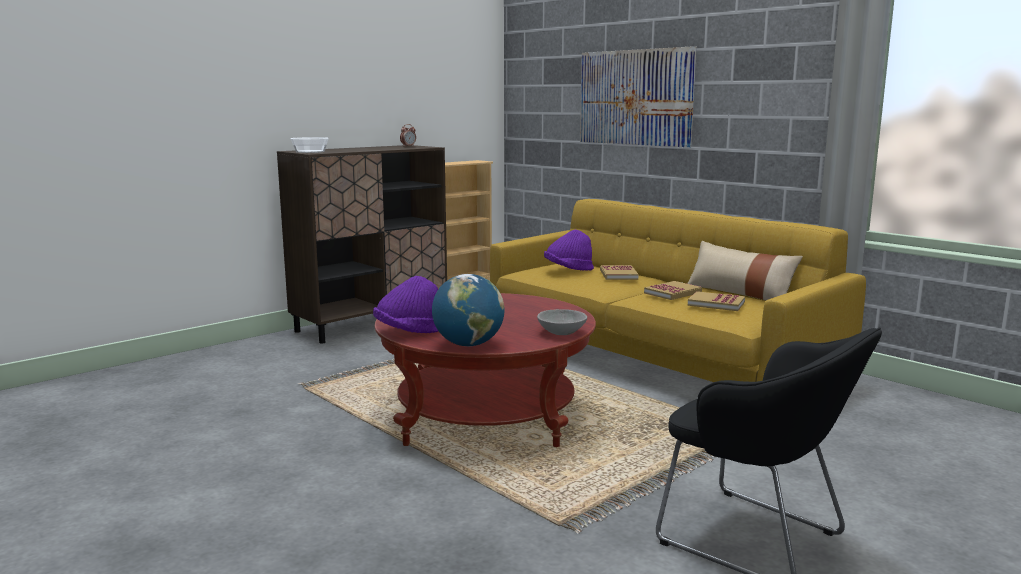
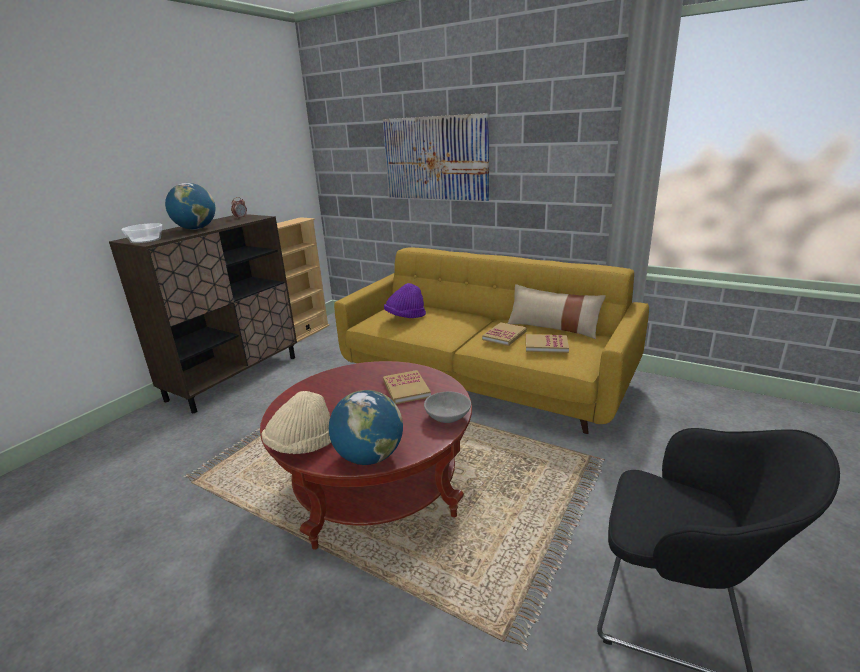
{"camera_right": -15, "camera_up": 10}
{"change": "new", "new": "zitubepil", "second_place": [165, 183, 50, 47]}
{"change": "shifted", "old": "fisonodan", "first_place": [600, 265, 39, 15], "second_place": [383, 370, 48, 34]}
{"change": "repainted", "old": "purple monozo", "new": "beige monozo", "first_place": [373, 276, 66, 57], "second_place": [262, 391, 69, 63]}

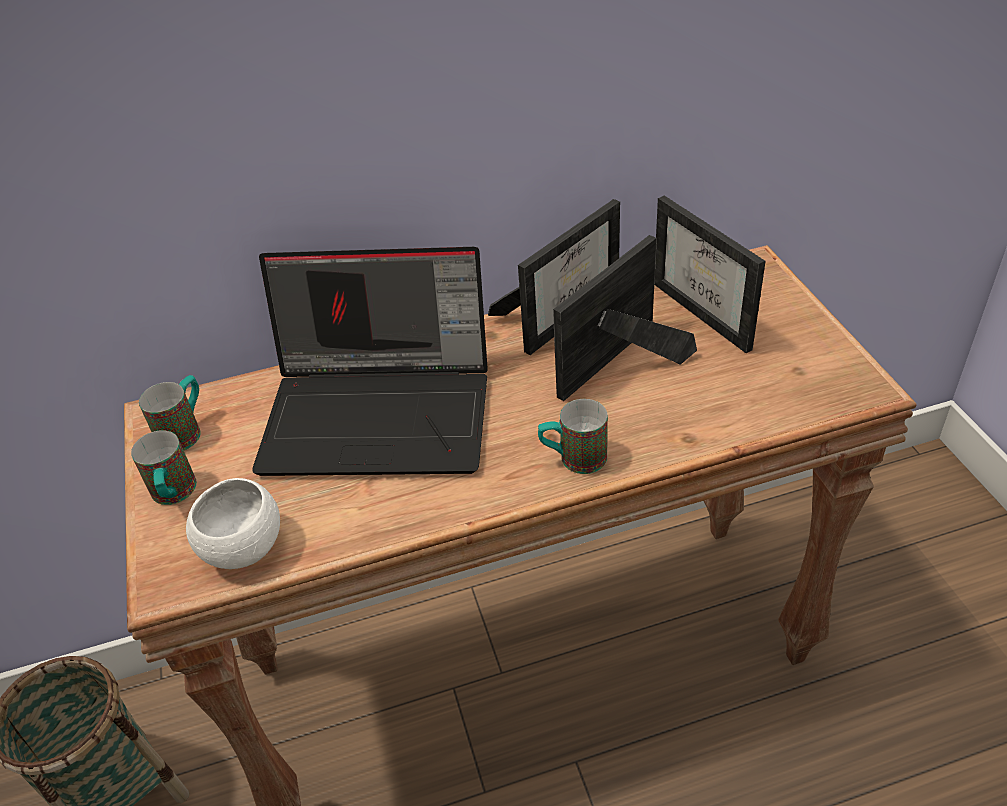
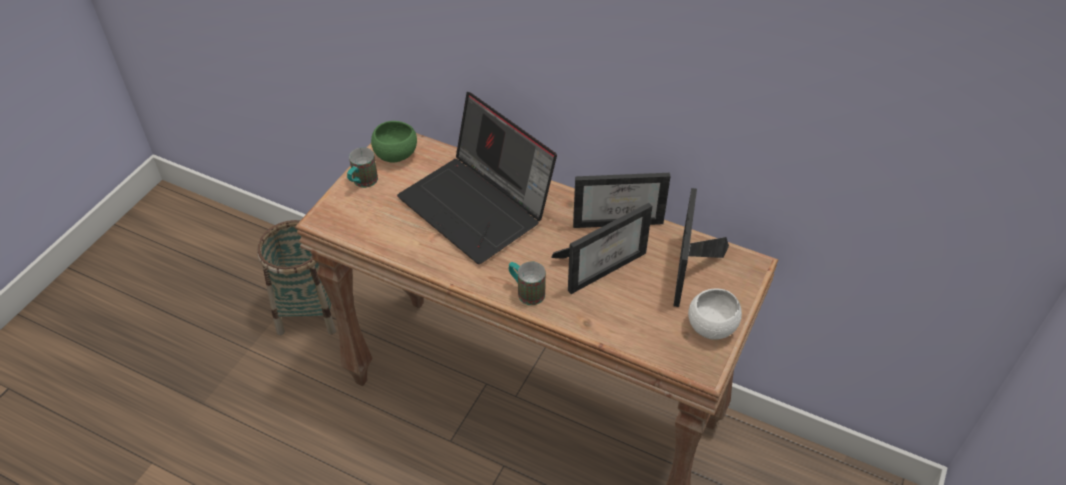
{"camera_right": 40, "camera_up": 5}
{"change": "shifted", "old": "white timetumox", "first_place": [186, 478, 94, 91], "second_place": [688, 289, 54, 51]}
{"change": "swapped", "old": "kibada", "new": "green timetumox", "first_place": [139, 375, 62, 75], "second_place": [371, 121, 46, 42]}
{"change": "rotated", "old": "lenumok", "first_place": [553, 235, 144, 166], "second_place": [552, 203, 100, 91], "degrees": 150}

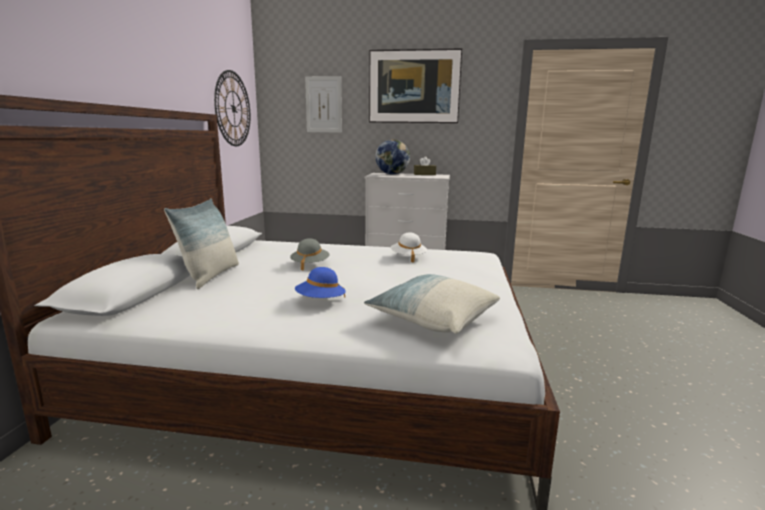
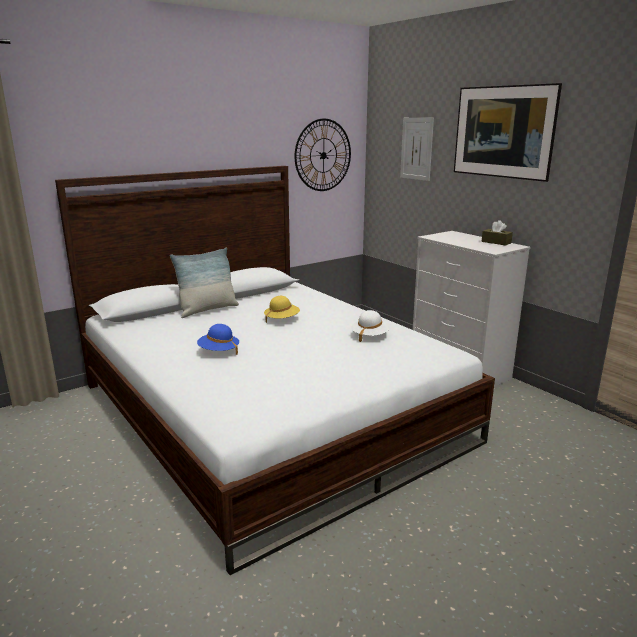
{"camera_right": 45, "camera_up": 5}
{"change": "gone", "old": "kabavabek", "first_place": [364, 274, 136, 60]}
{"change": "gone", "old": "zitubepil", "first_place": [375, 139, 35, 36]}
{"change": "repainted", "old": "grey monozo", "new": "yellow monozo", "first_place": [290, 238, 40, 33], "second_place": [264, 296, 36, 27]}

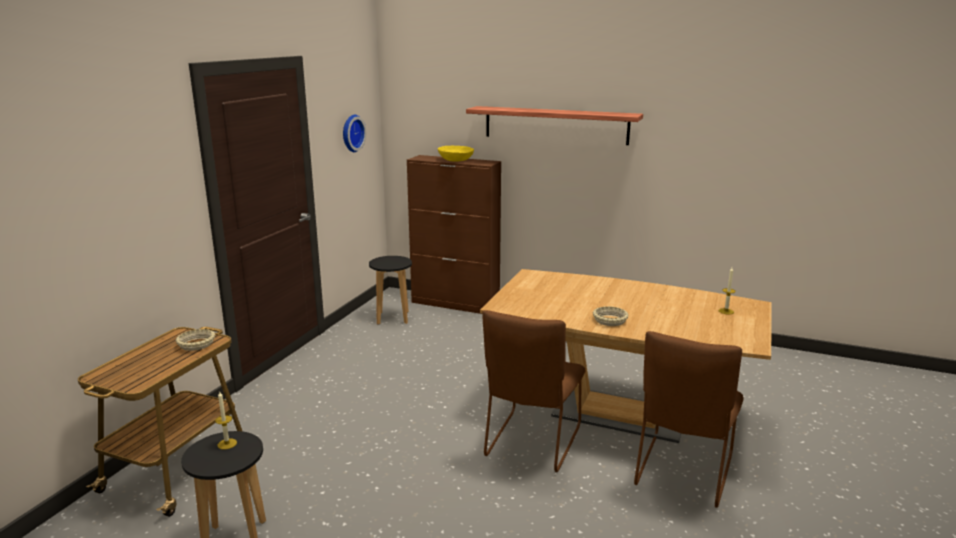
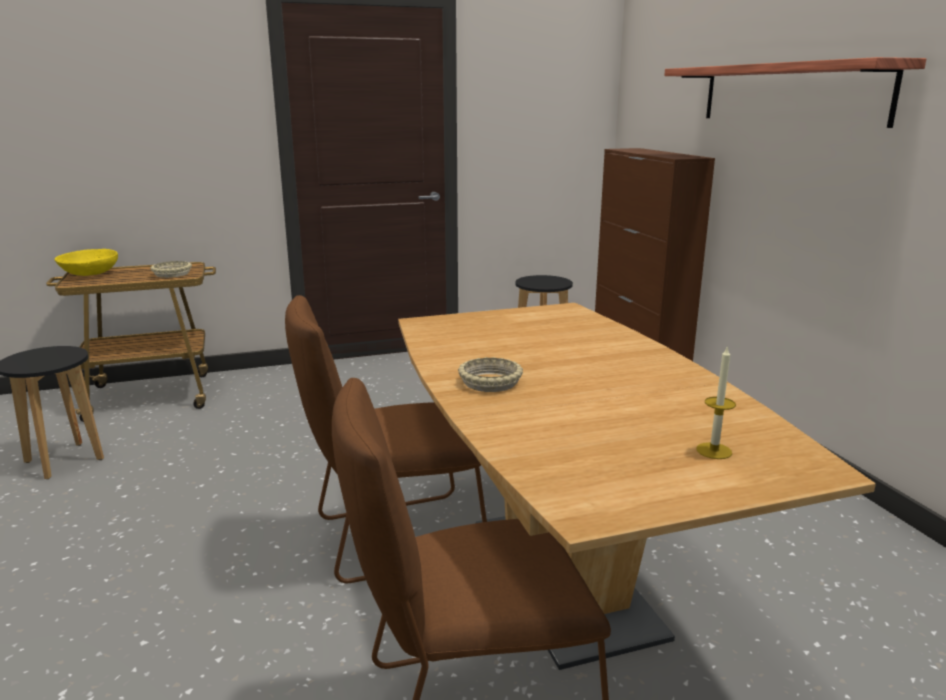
{"camera_right": 50, "camera_up": 0}
{"change": "gone", "old": "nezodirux", "first_place": [215, 392, 22, 58]}
{"change": "gone", "old": "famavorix", "first_place": [343, 115, 23, 37]}
{"change": "shifted", "old": "yellow timetumox", "first_place": [438, 146, 36, 16], "second_place": [54, 249, 64, 27]}

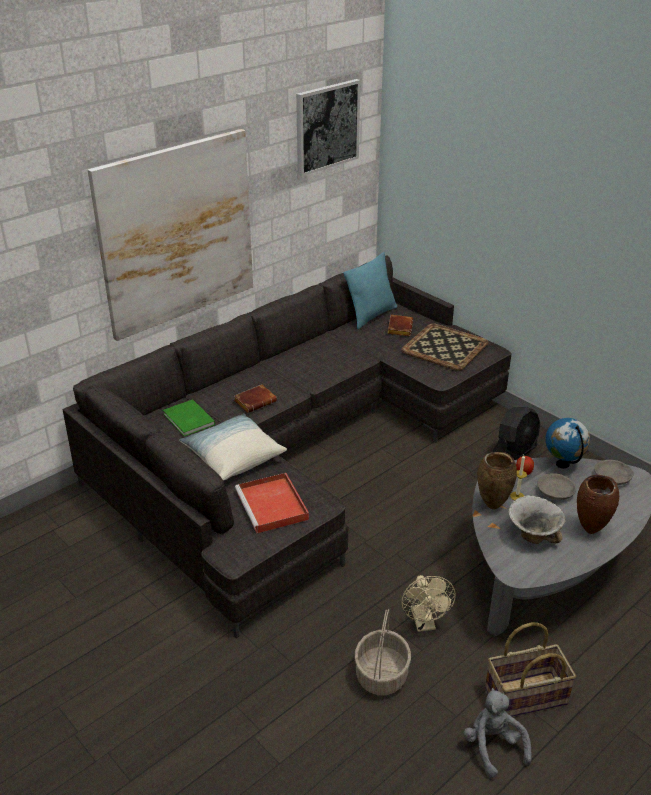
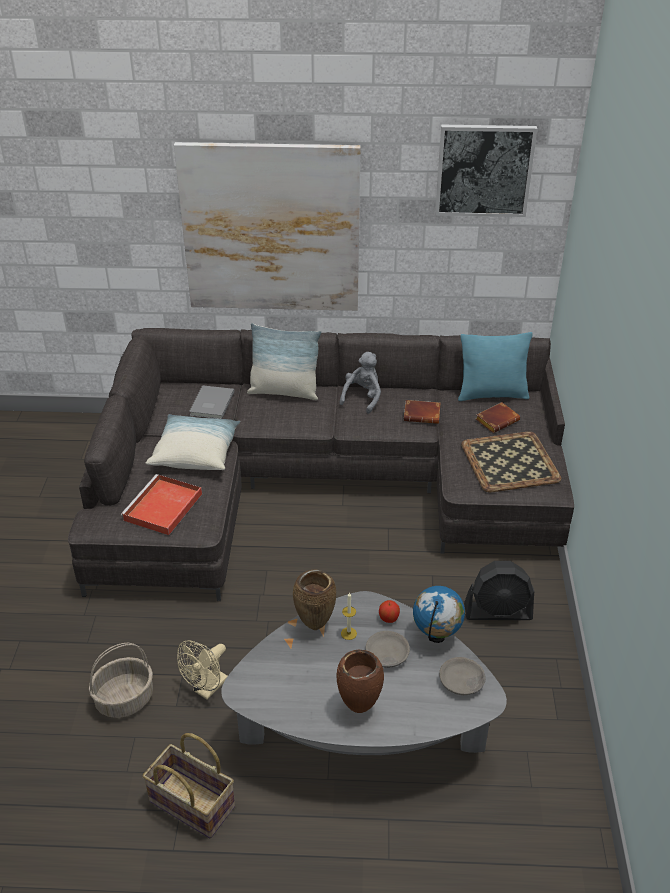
{"camera_right": 45, "camera_up": 5}
{"change": "gone", "old": "timetumox", "first_place": [508, 495, 58, 49]}
{"change": "new", "new": "kabavabek", "second_place": [247, 323, 75, 77]}
{"change": "shifted", "old": "brown fisonodan", "first_place": [234, 385, 43, 28], "second_place": [404, 400, 37, 24]}
{"change": "shifted", "old": "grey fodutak", "first_place": [464, 688, 68, 90], "second_place": [339, 352, 42, 62]}
{"change": "repainted", "old": "green fisonodan", "new": "grey fisonodan", "first_place": [163, 399, 52, 37], "second_place": [189, 385, 46, 34]}

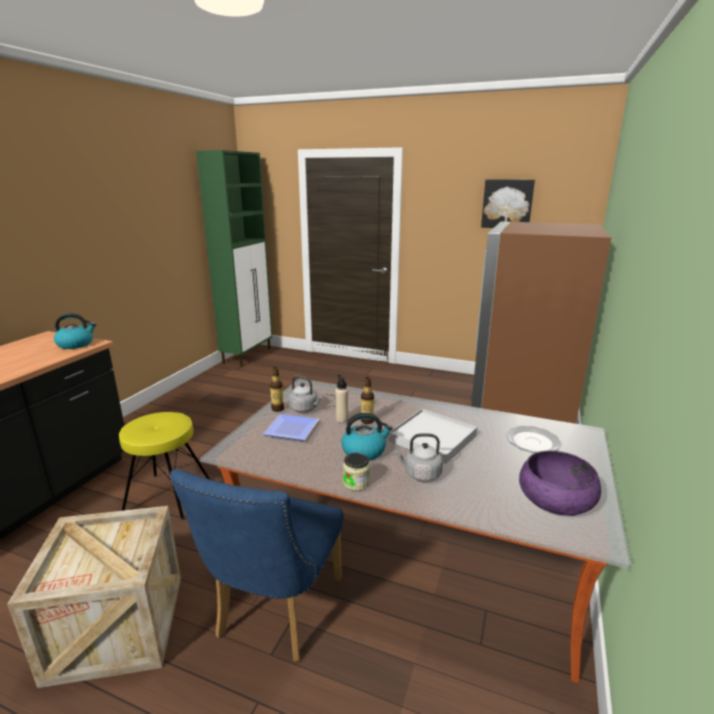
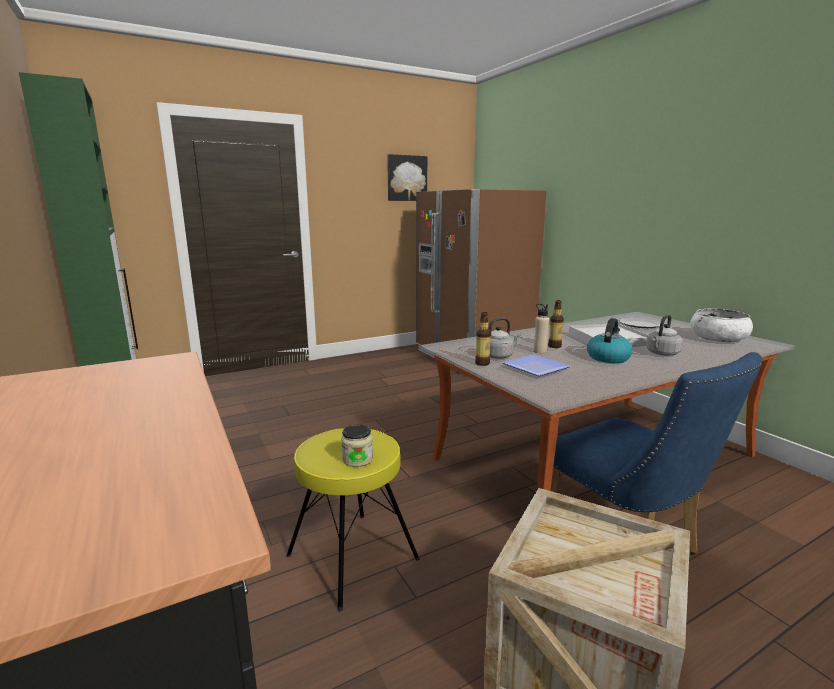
{"camera_right": -50, "camera_up": -5}
{"change": "gone", "old": "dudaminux", "first_place": [54, 313, 42, 36]}
{"change": "shifted", "old": "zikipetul", "first_place": [343, 453, 27, 38], "second_place": [341, 425, 32, 42]}
{"change": "repainted", "old": "purple timetumox", "new": "white timetumox", "first_place": [519, 451, 82, 65], "second_place": [690, 309, 63, 33]}

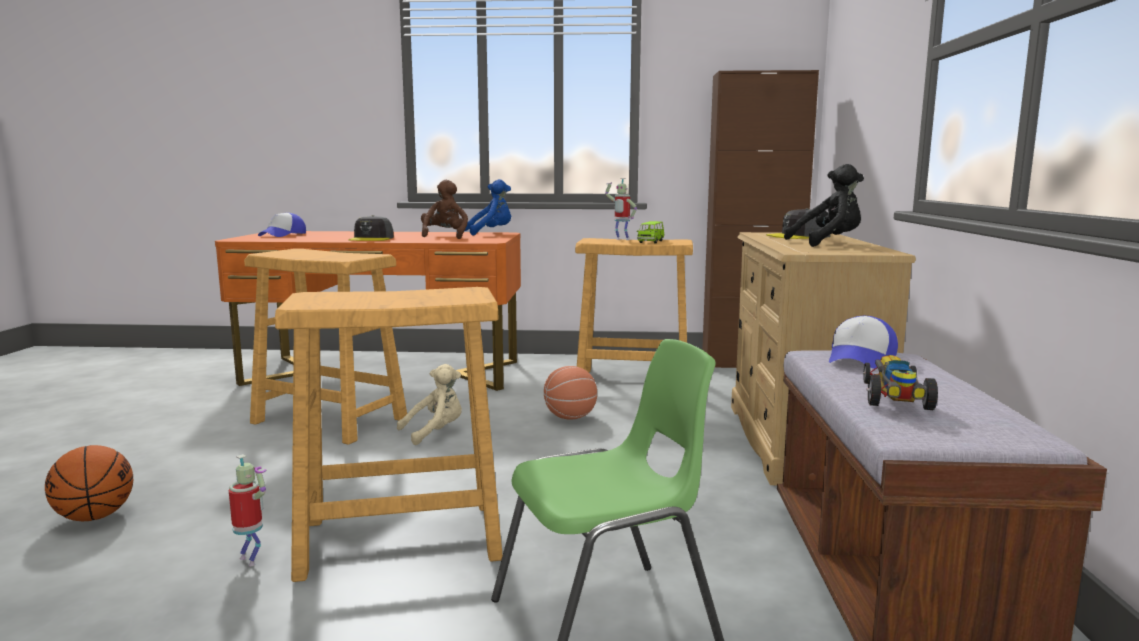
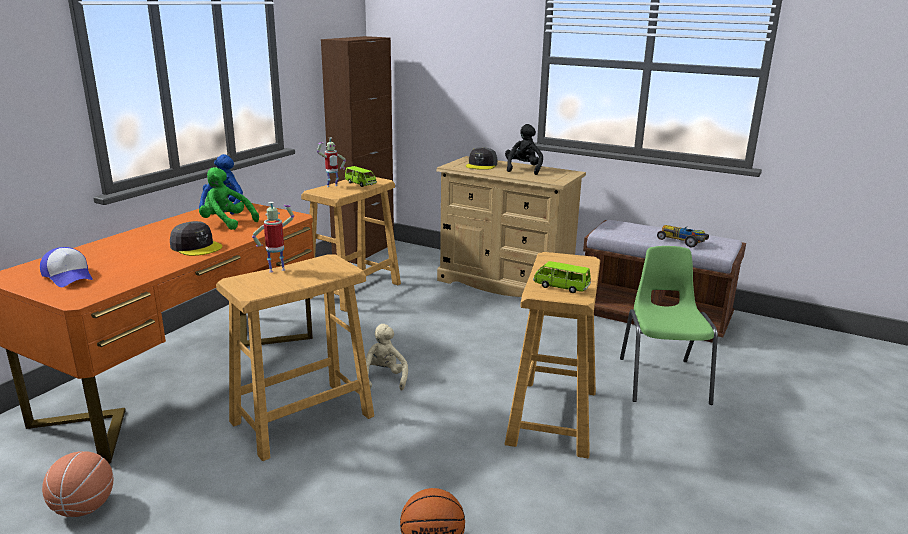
{"camera_right": -65, "camera_up": 10}
{"change": "gone", "old": "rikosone", "first_place": [829, 316, 69, 53]}
{"change": "new", "new": "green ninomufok", "second_place": [533, 261, 58, 32]}
{"change": "shifted", "old": "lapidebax", "first_place": [229, 454, 38, 112], "second_place": [252, 202, 42, 71]}
{"change": "shifted", "old": "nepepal", "first_place": [544, 366, 53, 54], "second_place": [42, 451, 72, 66]}
{"change": "repainted", "old": "brown fodutak", "new": "green fodutak", "first_place": [421, 180, 47, 59], "second_place": [199, 167, 60, 63]}

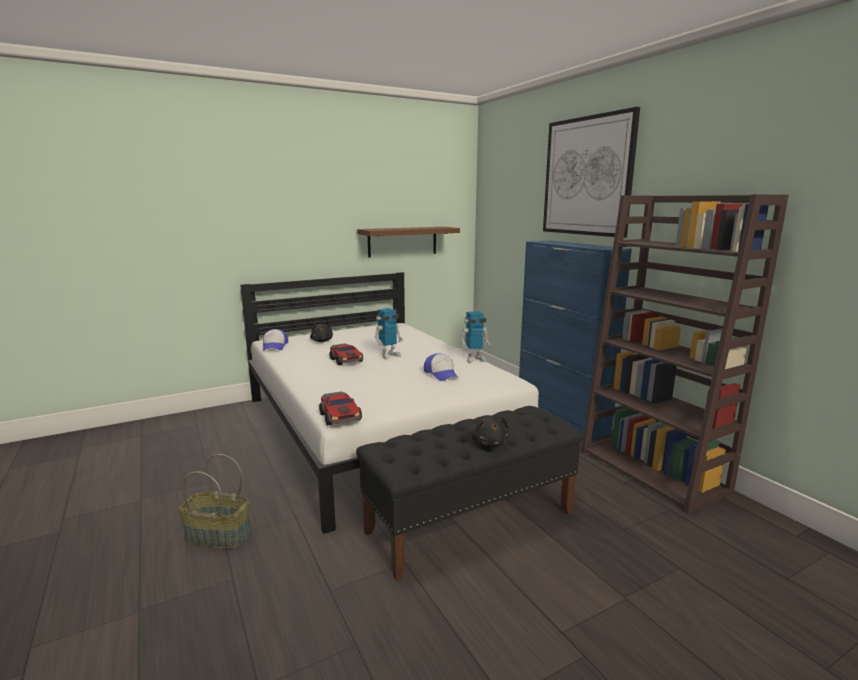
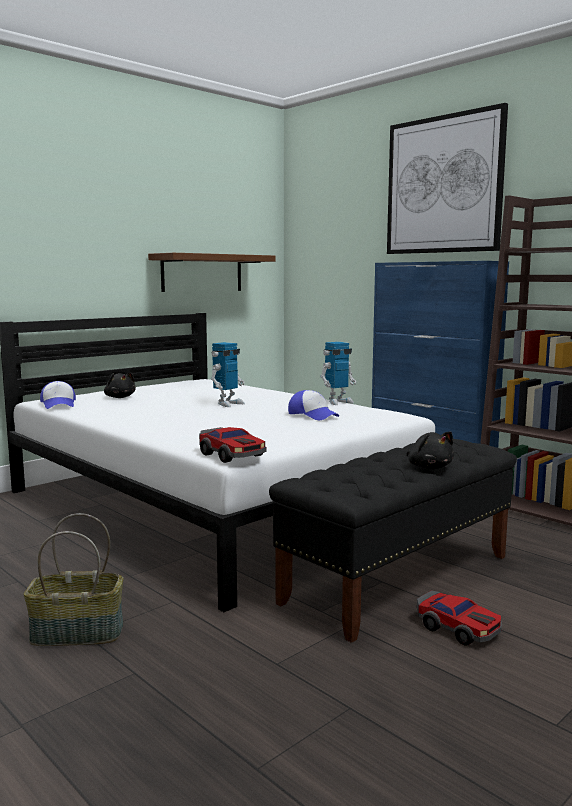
{"camera_right": -15, "camera_up": -5}
{"change": "shifted", "old": "ninomufok", "first_place": [330, 343, 33, 22], "second_place": [417, 590, 85, 56]}

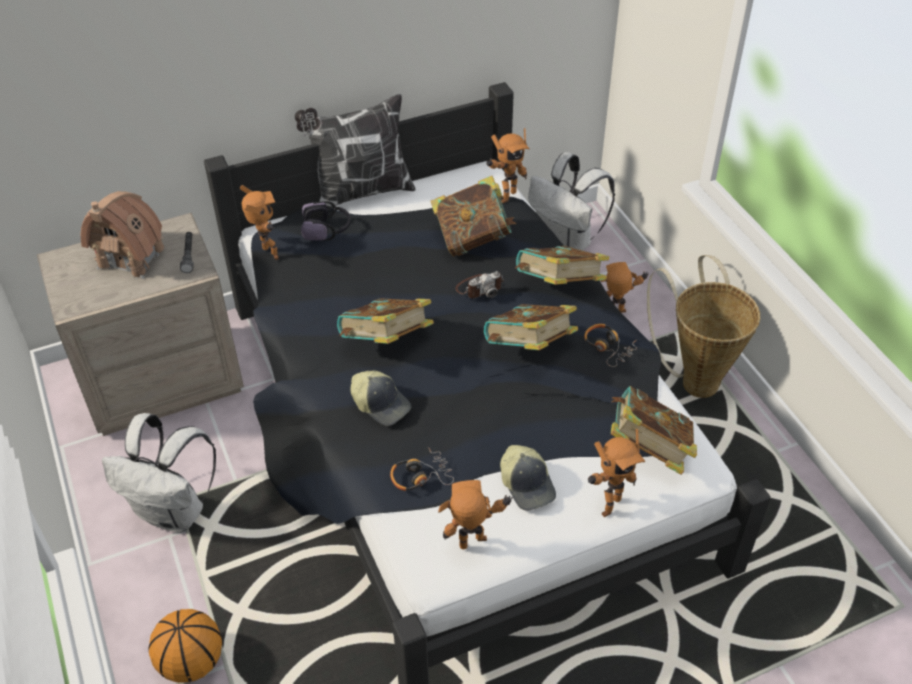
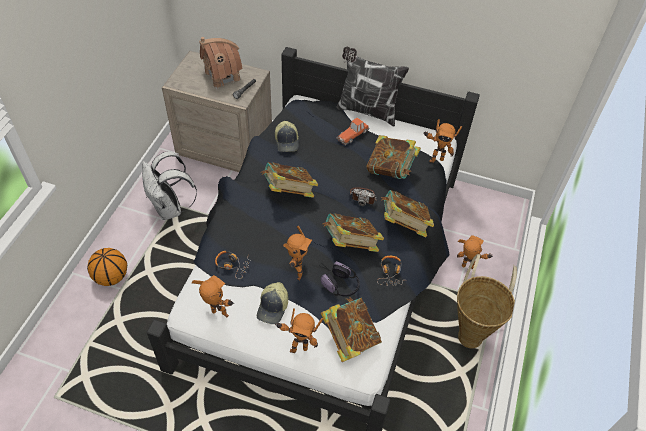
{"camera_right": 40, "camera_up": 5}
{"change": "gone", "old": "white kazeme", "first_place": [528, 152, 87, 99]}
{"change": "new", "new": "ninomufok", "second_place": [336, 117, 33, 28]}
{"change": "shifted", "old": "lapidebax", "first_place": [240, 185, 39, 75], "second_place": [283, 226, 30, 54]}
{"change": "shifted", "old": "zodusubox", "first_place": [301, 201, 50, 40], "second_place": [321, 261, 39, 35]}
{"change": "shifted", "old": "rikosone", "first_place": [350, 371, 62, 55], "second_place": [275, 121, 24, 31]}

